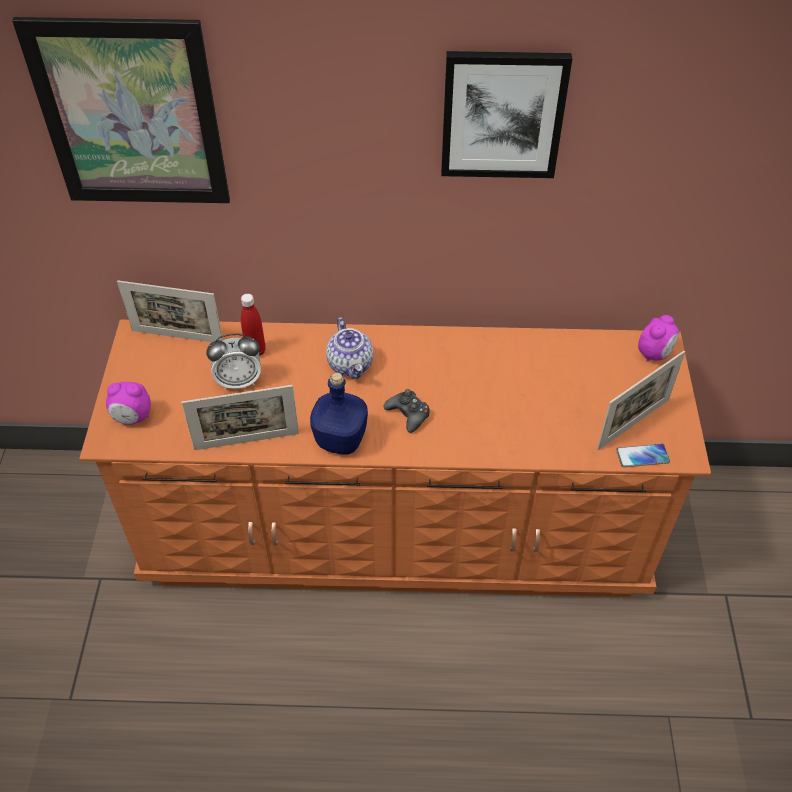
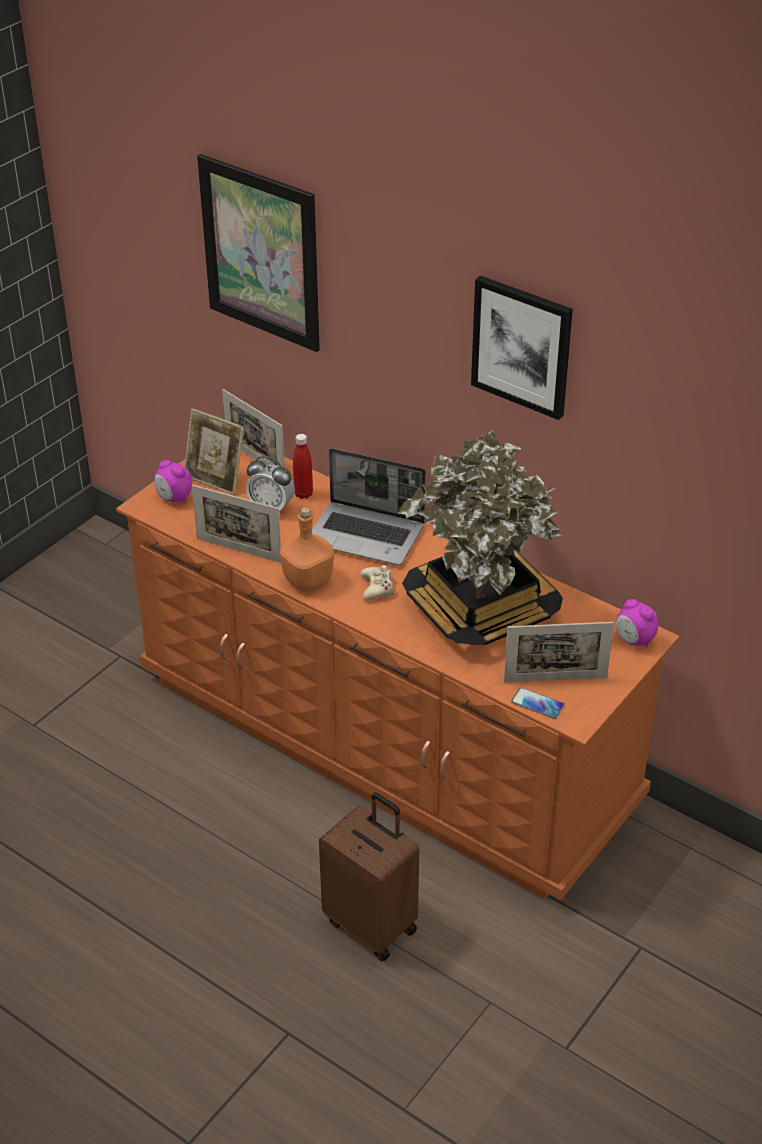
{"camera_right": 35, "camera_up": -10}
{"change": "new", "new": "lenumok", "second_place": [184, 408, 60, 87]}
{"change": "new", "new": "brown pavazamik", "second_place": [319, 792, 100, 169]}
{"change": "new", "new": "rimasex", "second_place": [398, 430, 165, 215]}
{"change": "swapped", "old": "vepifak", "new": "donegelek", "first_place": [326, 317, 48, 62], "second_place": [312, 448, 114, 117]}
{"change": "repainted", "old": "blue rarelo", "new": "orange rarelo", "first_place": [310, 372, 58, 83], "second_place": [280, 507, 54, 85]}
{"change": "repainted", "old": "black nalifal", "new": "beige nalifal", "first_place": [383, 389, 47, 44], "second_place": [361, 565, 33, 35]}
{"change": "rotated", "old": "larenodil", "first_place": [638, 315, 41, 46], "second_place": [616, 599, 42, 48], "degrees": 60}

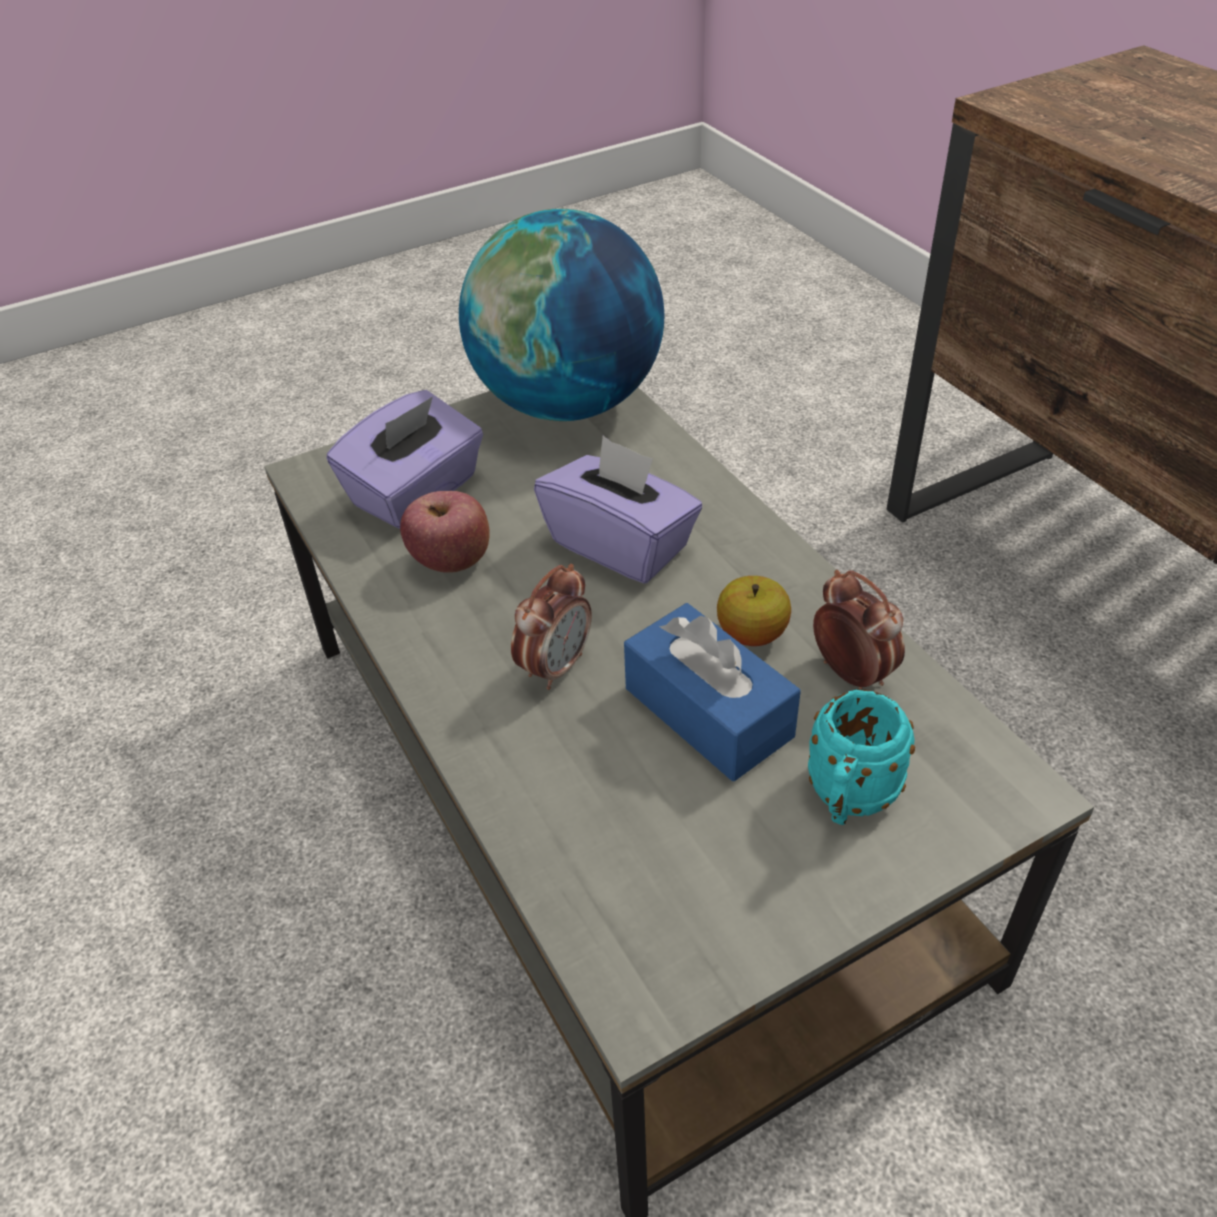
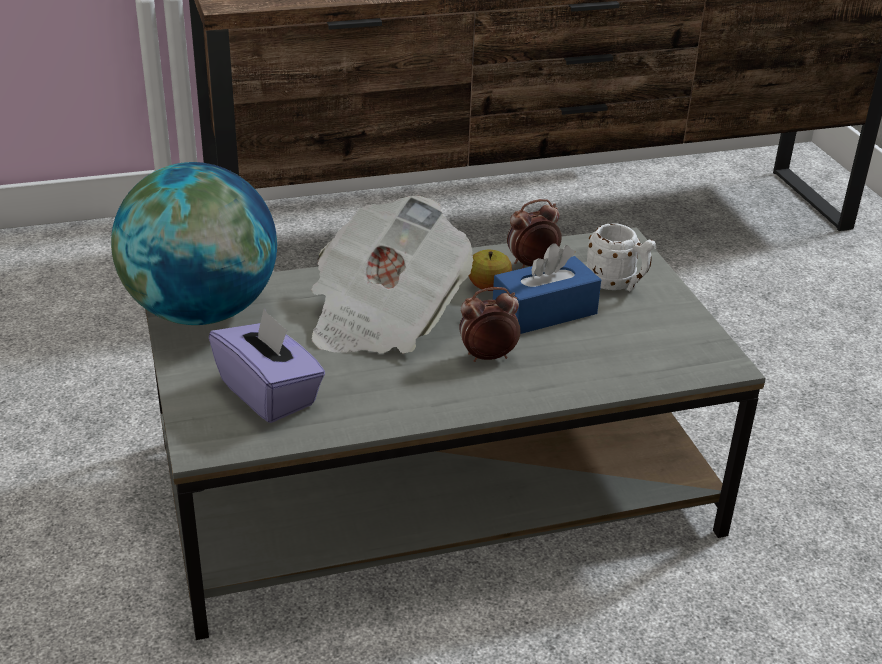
{"camera_right": -80, "camera_up": -10}
{"change": "gone", "old": "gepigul", "first_place": [400, 491, 90, 82]}
{"change": "swapped", "old": "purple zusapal", "new": "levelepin", "first_place": [534, 436, 168, 147], "second_place": [311, 195, 162, 159]}
{"change": "repainted", "old": "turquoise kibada", "new": "white kibada", "first_place": [808, 689, 107, 136], "second_place": [586, 223, 70, 68]}
{"change": "rotated", "old": "larenodil", "first_place": [511, 564, 81, 126], "second_place": [459, 287, 62, 75], "degrees": -60}

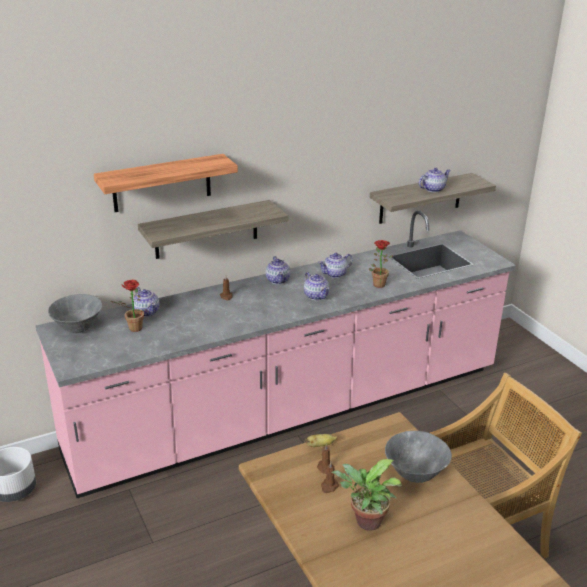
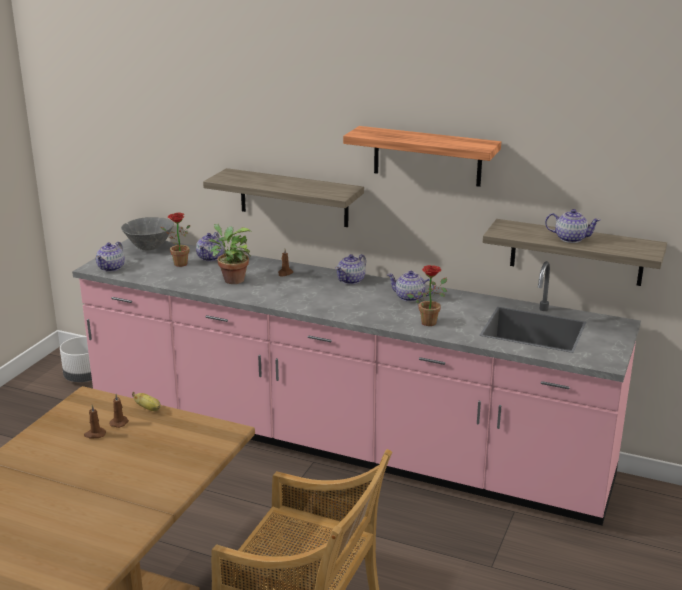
{"camera_right": 50, "camera_up": -5}
{"change": "gone", "old": "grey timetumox", "first_place": [385, 431, 67, 52]}
{"change": "shifted", "old": "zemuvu", "first_place": [94, 154, 144, 58], "second_place": [343, 126, 158, 61]}
{"change": "shifted", "old": "vepifak", "first_place": [304, 272, 26, 28], "second_place": [96, 242, 29, 30]}
{"change": "shifted", "old": "rimasex", "first_place": [331, 459, 71, 72], "second_place": [209, 224, 42, 60]}

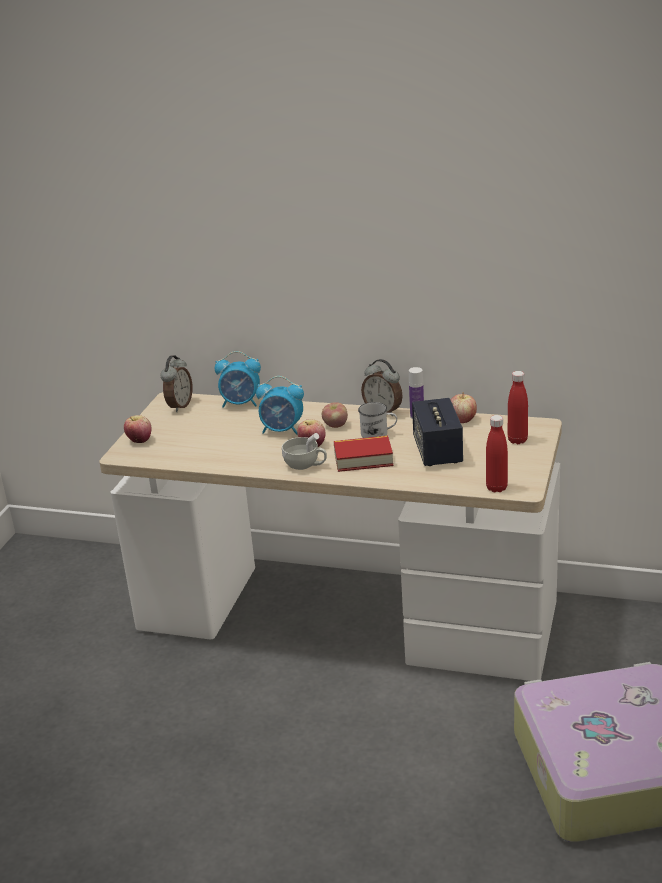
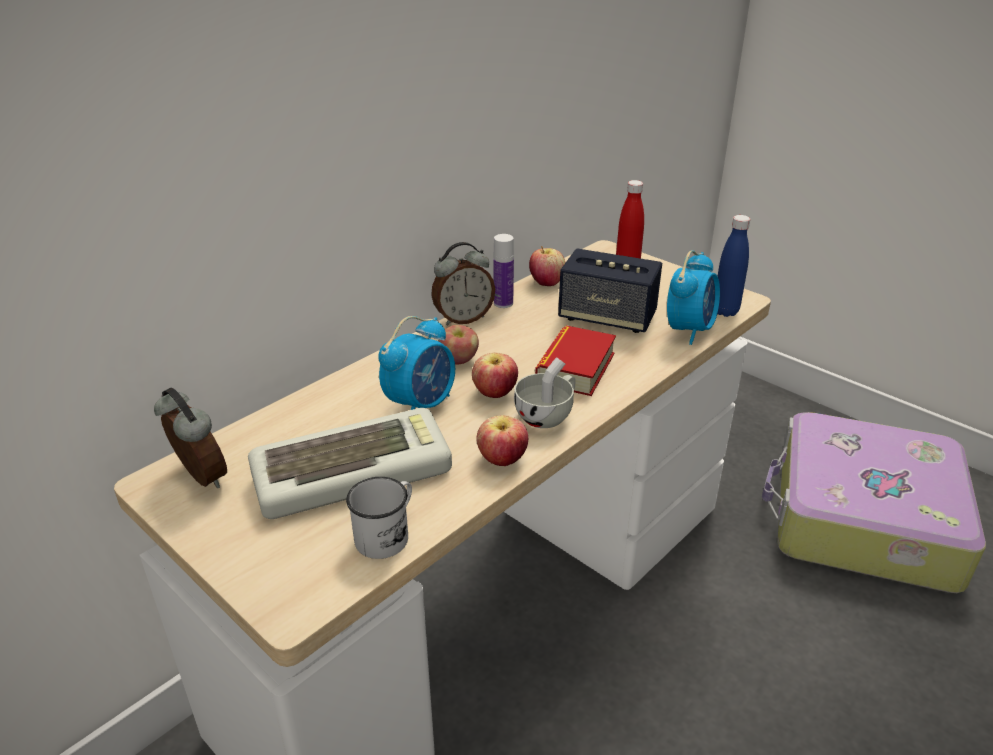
{"camera_right": -65, "camera_up": 5}
{"change": "new", "new": "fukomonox", "second_place": [248, 408, 204, 111]}
{"change": "shifted", "old": "gepigul", "first_place": [124, 415, 27, 28], "second_place": [476, 415, 52, 51]}
{"change": "shifted", "old": "larenodil", "first_place": [215, 351, 46, 57], "second_place": [667, 250, 53, 95]}
{"change": "shifted", "old": "white kibada", "first_place": [358, 402, 39, 36], "second_place": [346, 477, 66, 82]}
{"change": "repainted", "old": "red rarelo", "new": "blue rarelo", "first_place": [486, 415, 22, 77], "second_place": [717, 215, 33, 102]}

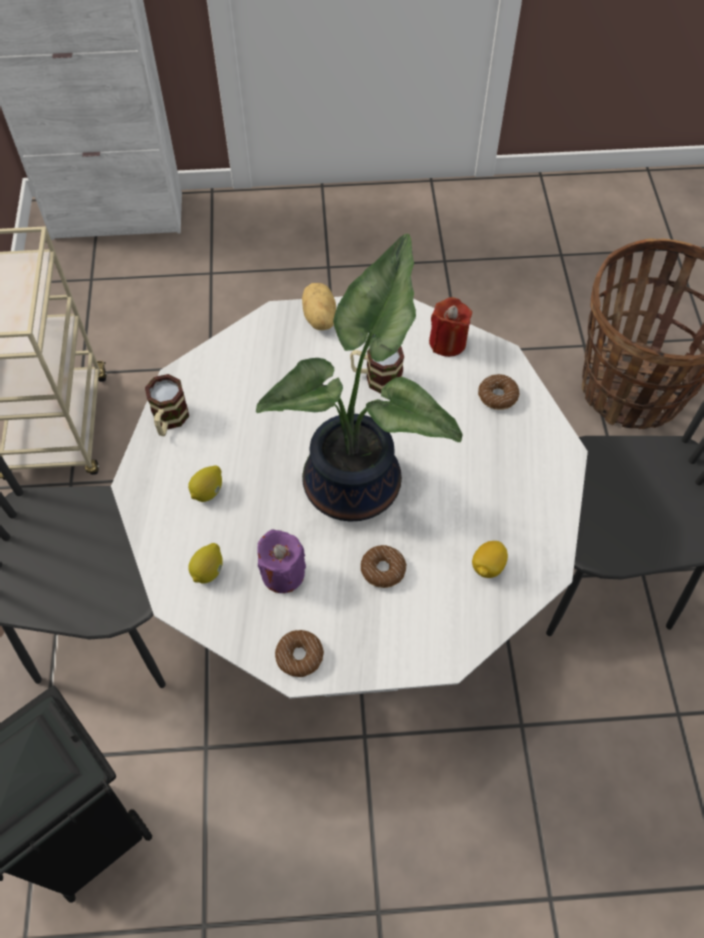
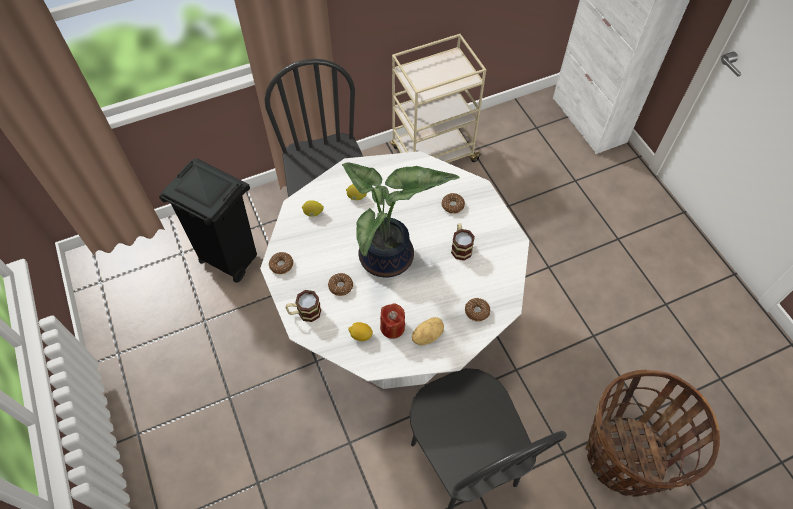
{"camera_right": 70, "camera_up": 0}
{"change": "gone", "old": "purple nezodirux", "first_place": [257, 530, 49, 63]}
{"change": "new", "new": "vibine", "second_place": [442, 193, 23, 21]}
{"change": "shifted", "old": "kibada", "first_place": [145, 374, 44, 62], "second_place": [285, 290, 36, 32]}
{"change": "shifted", "old": "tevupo", "first_place": [302, 283, 34, 47], "second_place": [412, 317, 32, 28]}
{"change": "shifted", "old": "red nezodirux", "first_place": [429, 297, 43, 60], "second_place": [380, 304, 25, 35]}

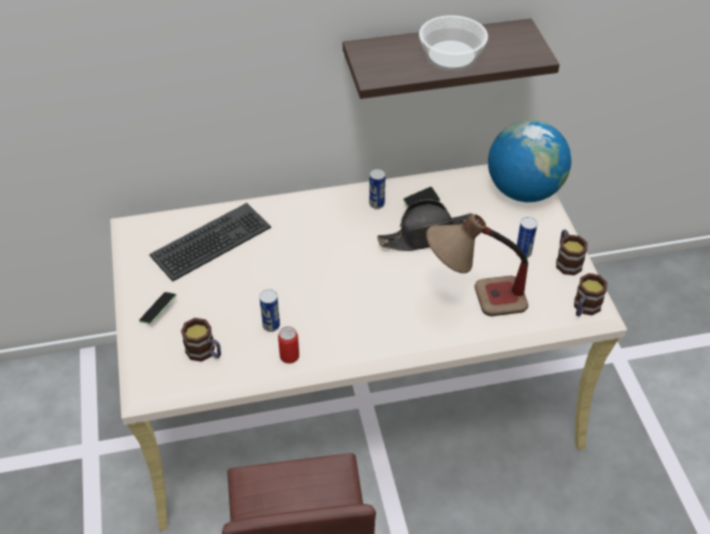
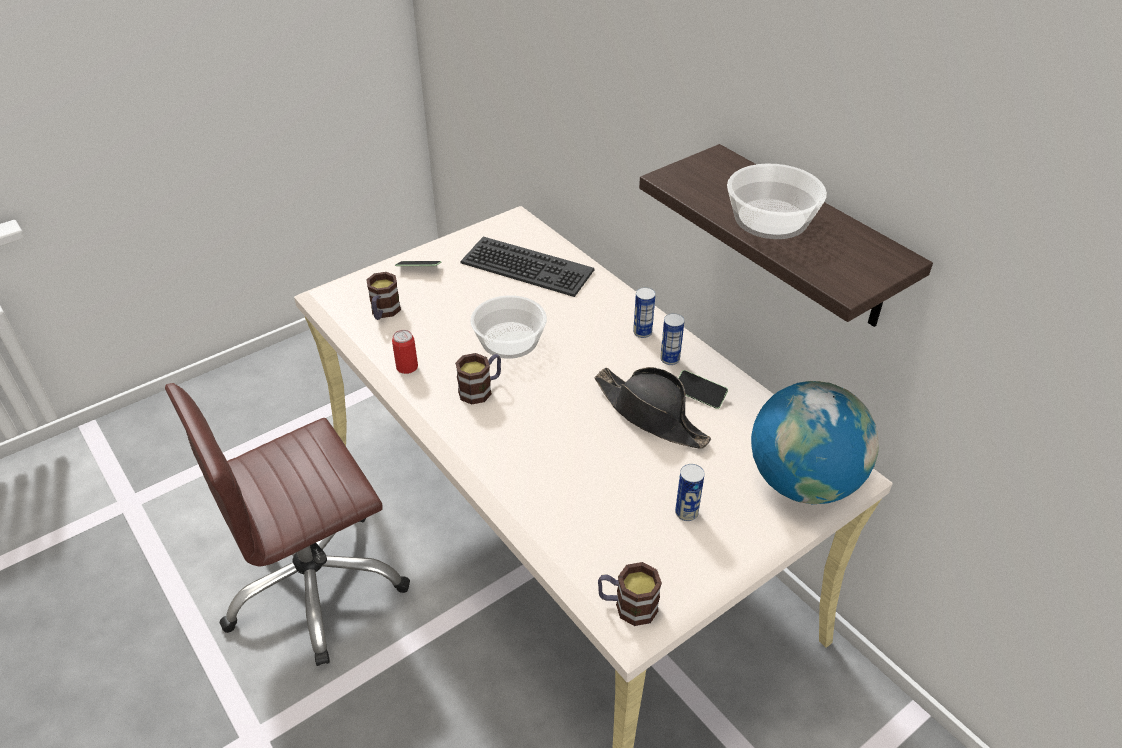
{"camera_right": 65, "camera_up": -5}
{"change": "gone", "old": "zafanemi", "first_place": [426, 214, 102, 102]}
{"change": "new", "new": "timetumox", "second_place": [470, 295, 77, 64]}
{"change": "shifted", "old": "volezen", "first_place": [259, 290, 21, 42], "second_place": [633, 287, 23, 51]}
{"change": "shifted", "old": "kibada", "first_place": [556, 229, 31, 46], "second_place": [455, 353, 46, 52]}

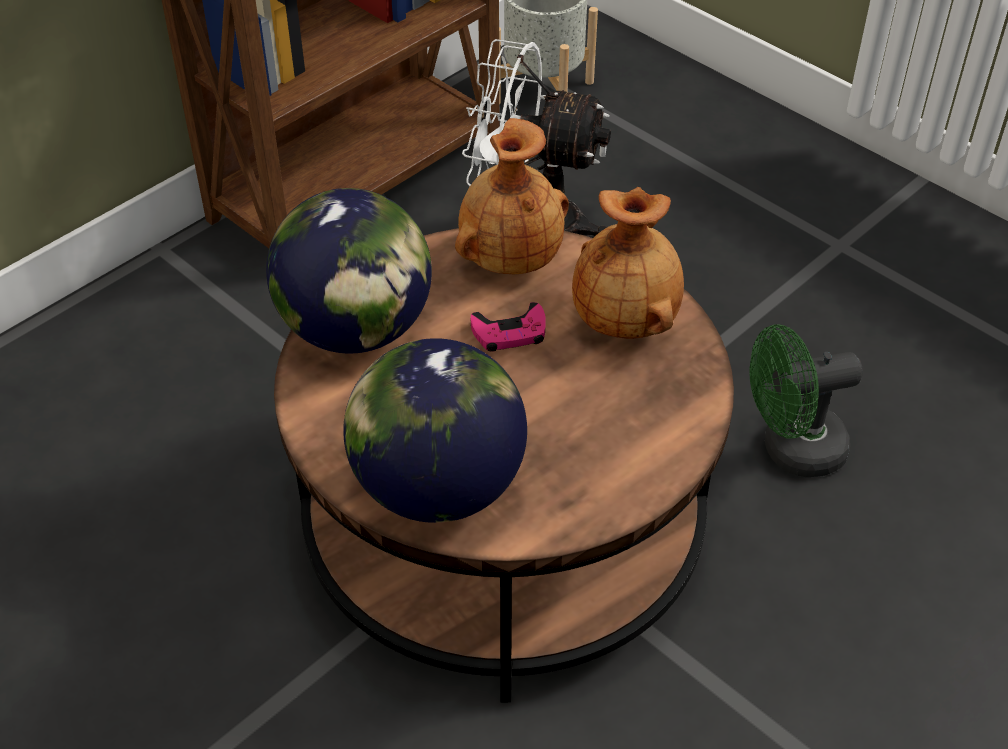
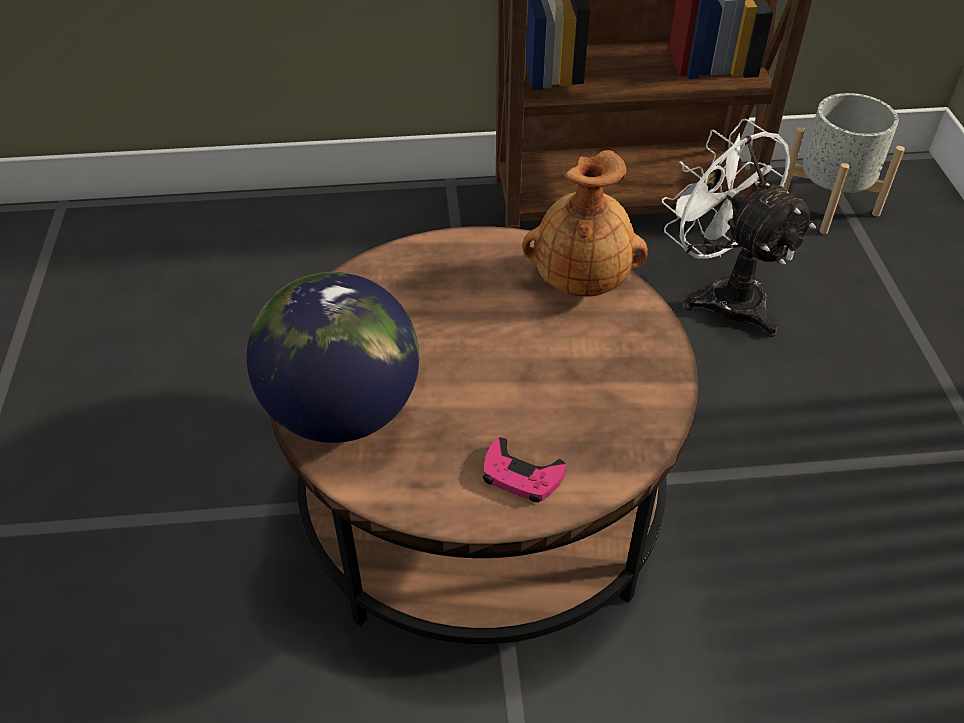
{"camera_right": 40, "camera_up": 0}
{"change": "gone", "old": "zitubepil", "first_place": [266, 188, 166, 165]}
{"change": "gone", "old": "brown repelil", "first_place": [572, 187, 112, 152]}
{"change": "gone", "old": "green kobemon", "first_place": [749, 324, 114, 153]}
{"change": "shifted", "old": "pink nalifal", "first_place": [471, 302, 74, 50], "second_place": [483, 437, 83, 66]}

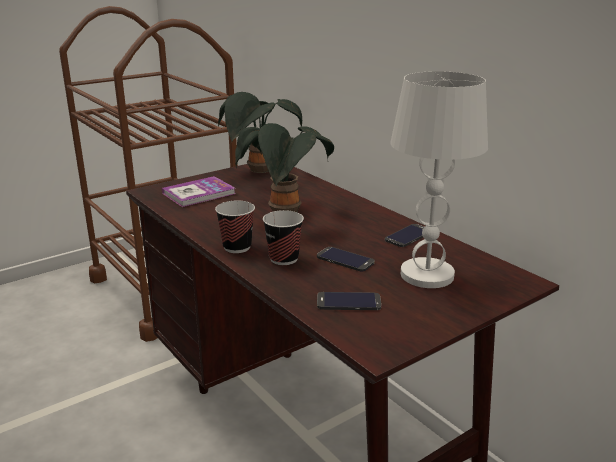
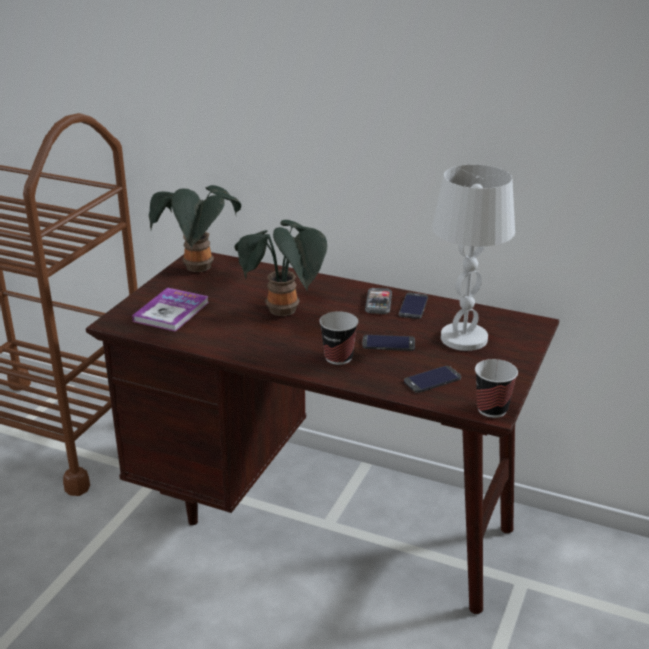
{"camera_right": -30, "camera_up": 5}
{"change": "new", "new": "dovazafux", "second_place": [365, 288, 27, 26]}
{"change": "shifted", "old": "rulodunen", "first_place": [215, 201, 40, 52], "second_place": [475, 359, 43, 59]}

